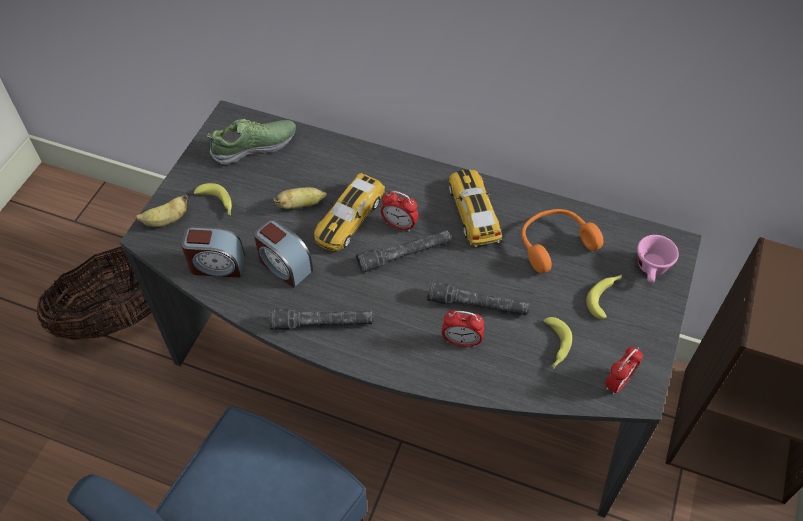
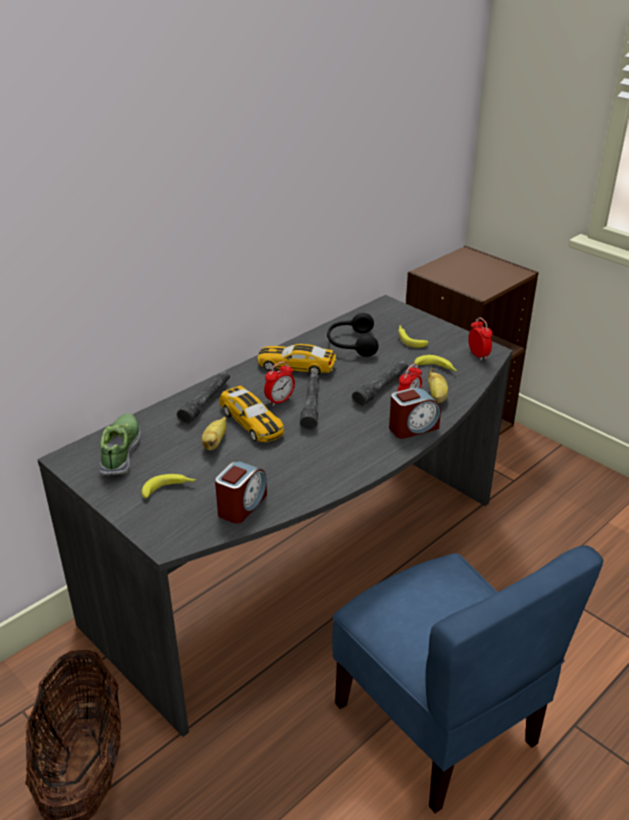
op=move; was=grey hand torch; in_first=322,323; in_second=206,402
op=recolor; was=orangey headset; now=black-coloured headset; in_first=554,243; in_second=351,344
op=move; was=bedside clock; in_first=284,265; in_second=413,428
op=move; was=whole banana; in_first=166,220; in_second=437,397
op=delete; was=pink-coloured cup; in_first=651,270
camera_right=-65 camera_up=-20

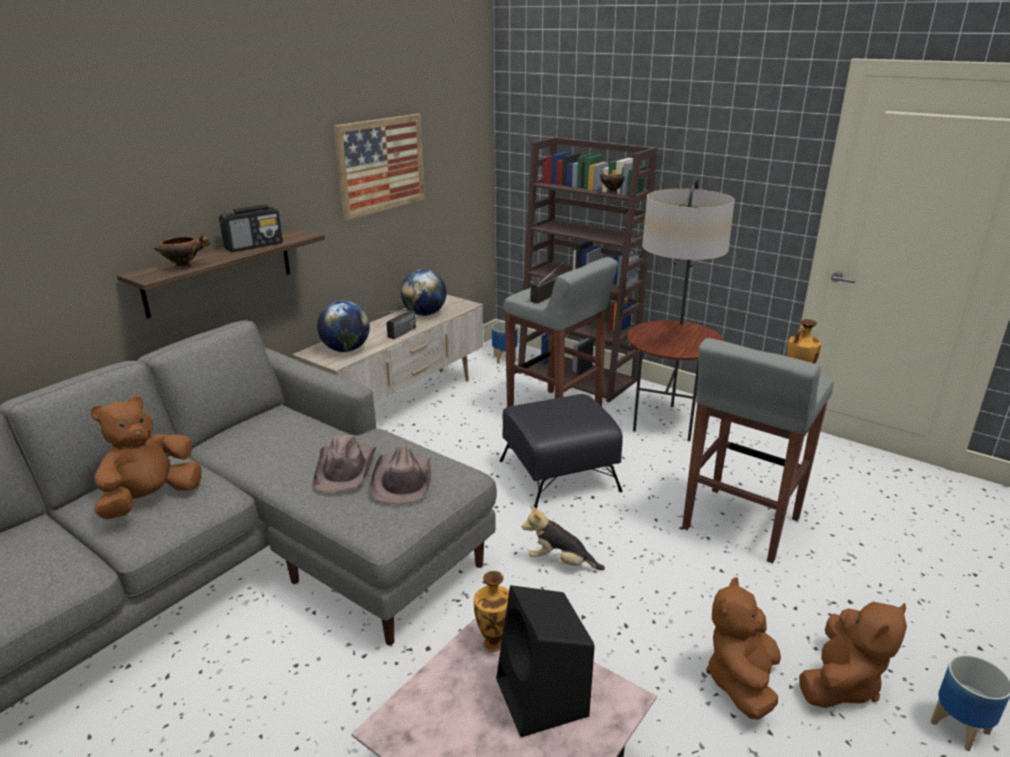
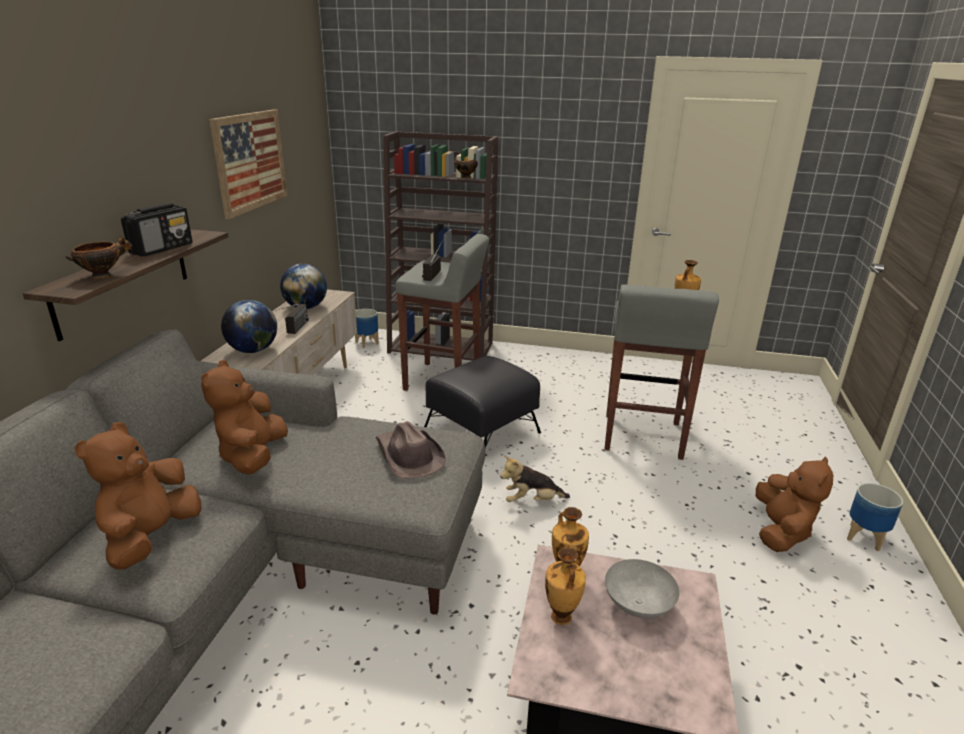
op=move; was=brown soft toy; in_first=741,681; in_second=253,456
op=insert; now=decorative vase; in_second=561,618
op=replace; was=black-coloured audio speaker; now=grey serving bowl; in_first=543,699; in_second=639,605
op=delete; was=brown wearable hat; in_first=346,468
op=delete; was=floor lamp; in_first=666,422
camera_right=-25 camera_up=0

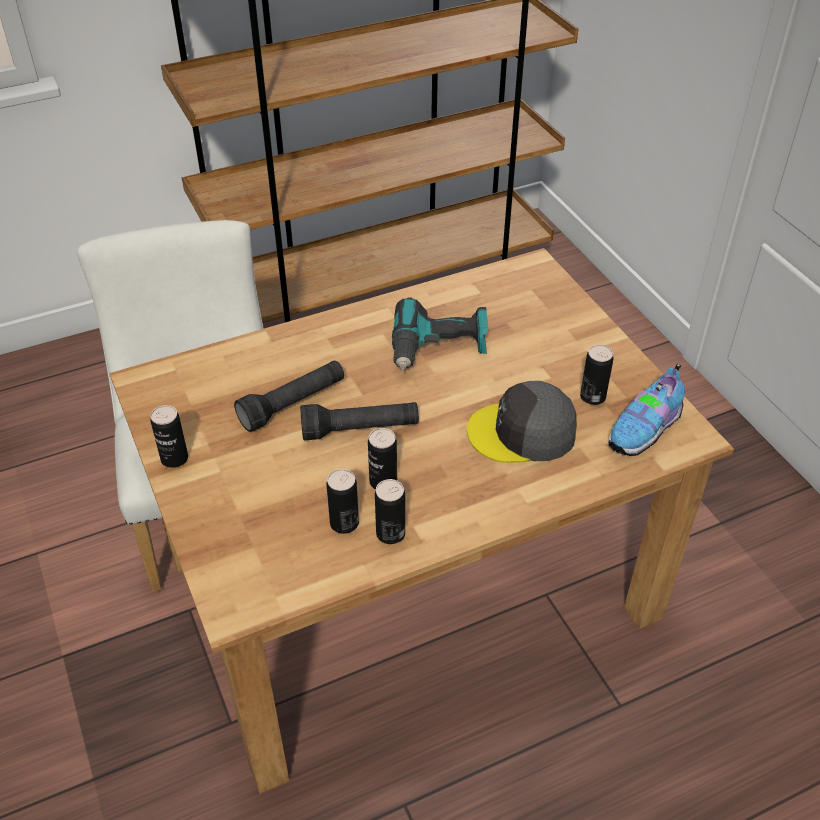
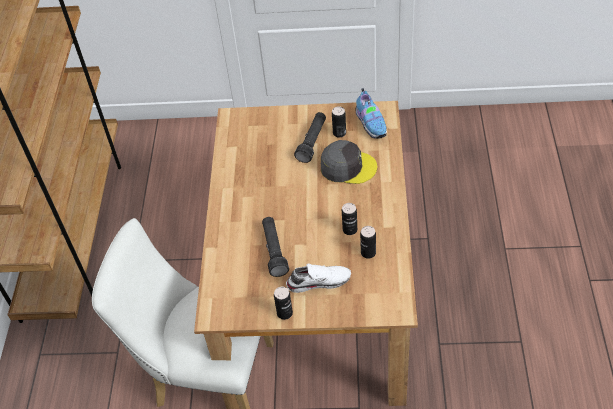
op=insert; now=whitish item of footwear; in_second=318,281
op=move; was=black-coloured hand torch; in_first=360,430; in_second=312,142
op=rotate; was=grey peaked cap; in_first=523,432; in_second=347,167; clockwise=-105
op=delete; was=sealed can; in_first=390,533
op=delete; was=electric drill; in_first=439,348
camera_right=-60 camera_up=5

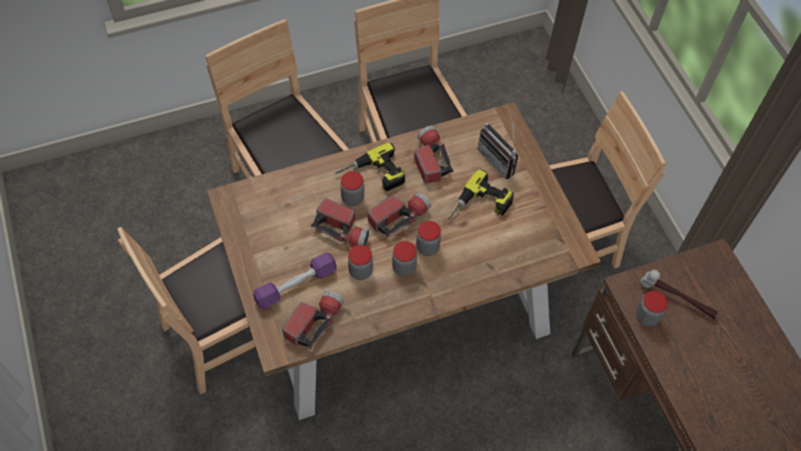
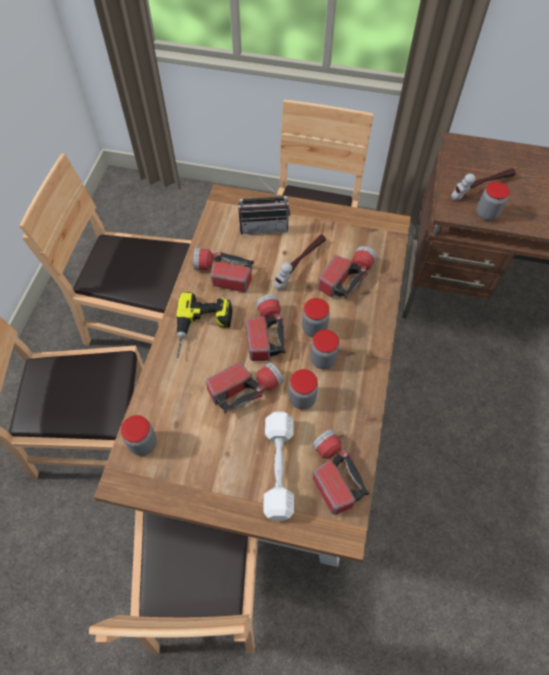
op=move; was=jar; in_first=352,198; in_second=143,444
op=recolor; was=purple hand weight; now=whitish hand weight; in_first=296,285; in_second=279,468
op=replace; was=electric drill; now=hammer; in_first=480,207; in_second=300,266
op=insert; now=hand torch; in_second=346,277
camera_right=-55 camera_up=0

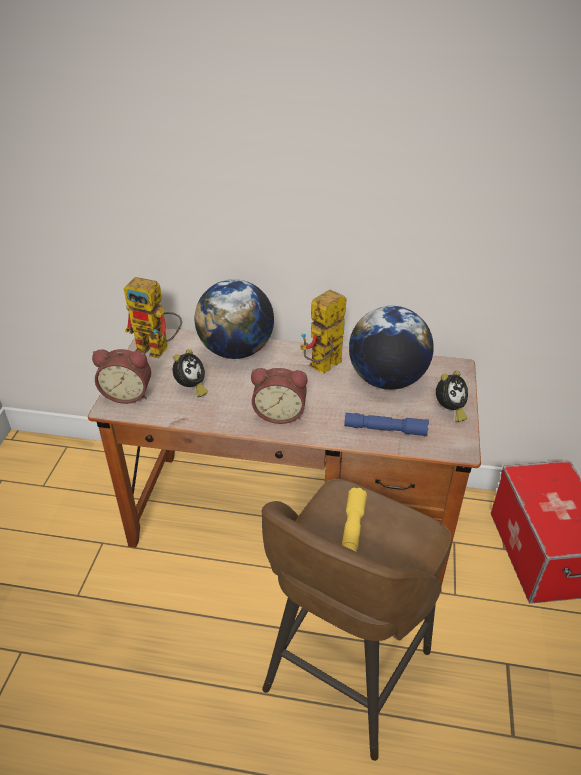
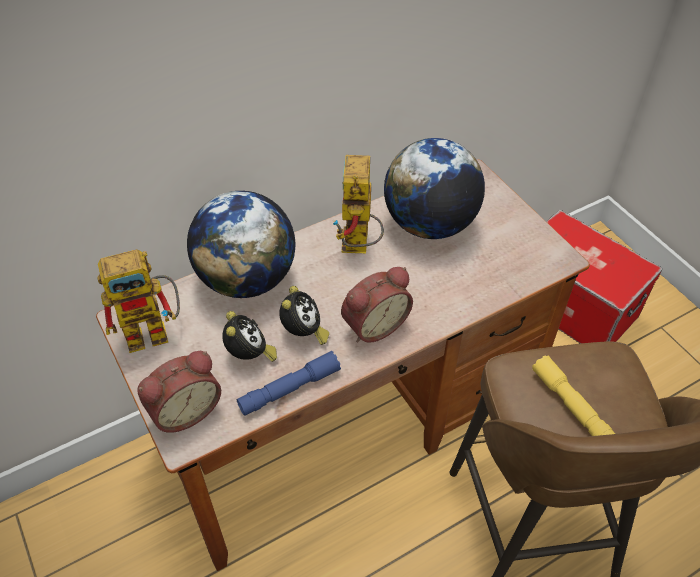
op=move; was=blue hand torch; in_first=385,429; in_second=289,389
op=move; was=bedside clock; in_first=449,410; in_second=303,333
camera_right=-40 camera_up=10

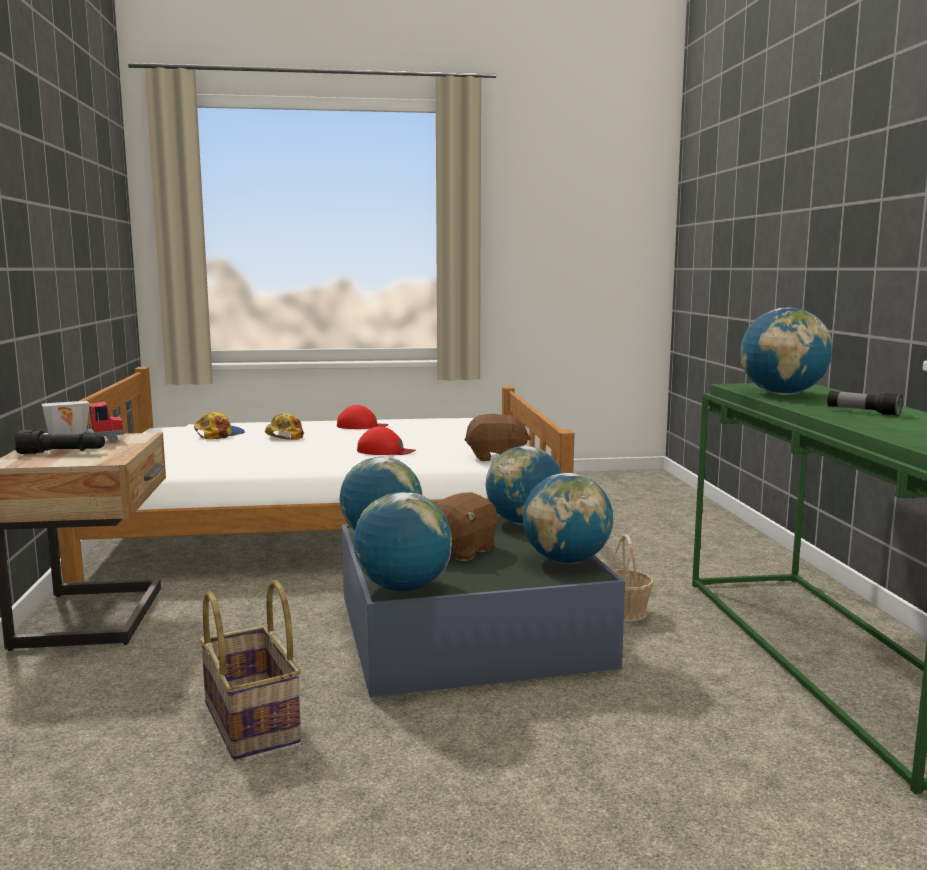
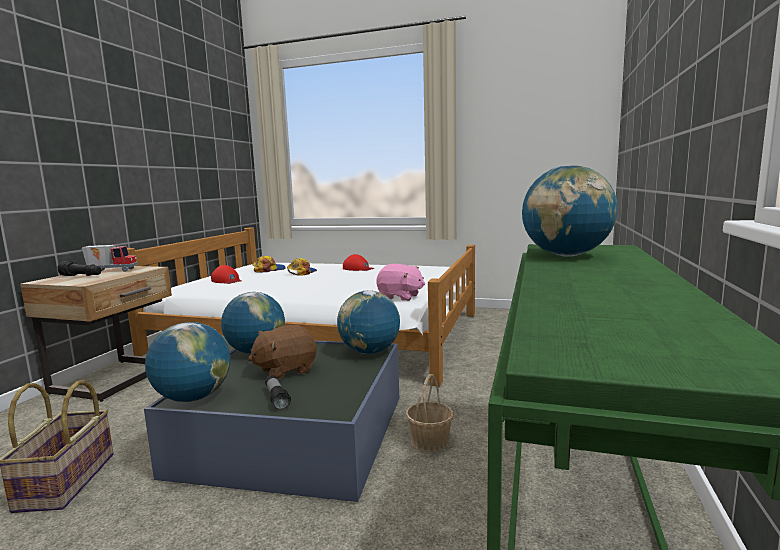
op=move; was=reddish peaked cap; in_first=385,451; in_second=227,280
op=move; was=hand torch; in_first=863,412; in_second=277,398
op=recolor; was=brown soft toy; now=pink-coloured soft toy; in_first=496,457; in_second=400,297
op=delete; was=globe; in_first=566,561
camera_right=25 camera_up=0

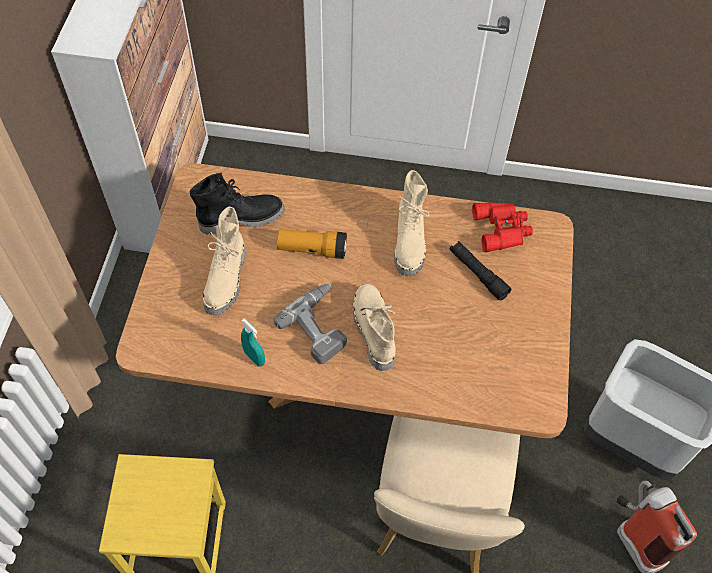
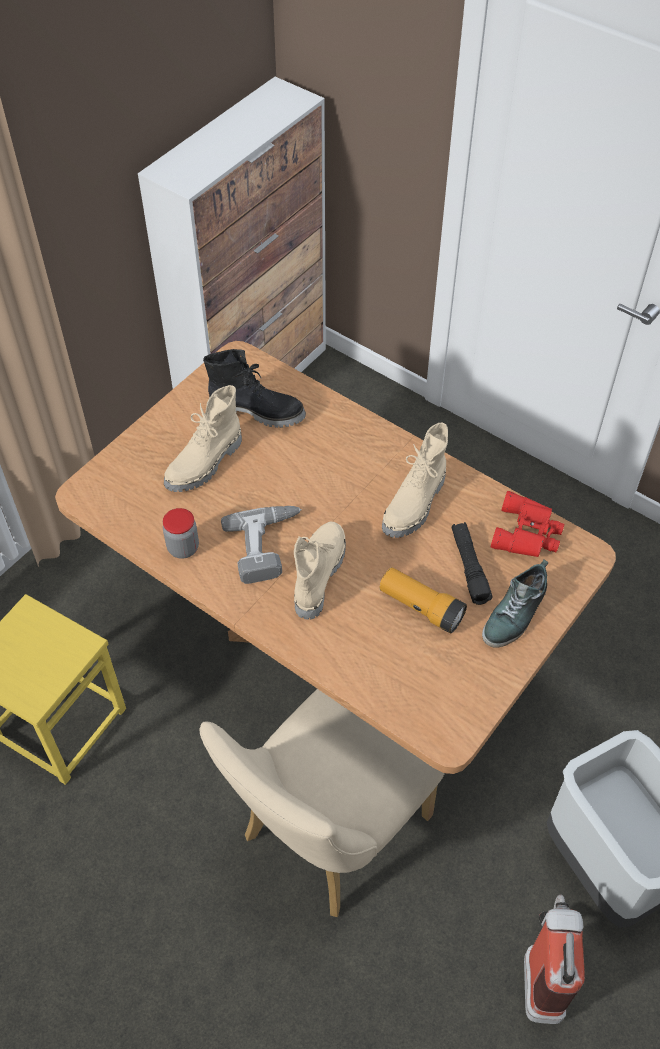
op=replace; was=turquoise spray bottle; now=jar; in_first=254,357; in_second=183,548
op=move; was=hand torch; in_first=312,250; in_second=421,607
op=insert; now=item of footwear; in_second=515,614
camera_right=30 camera_up=-5

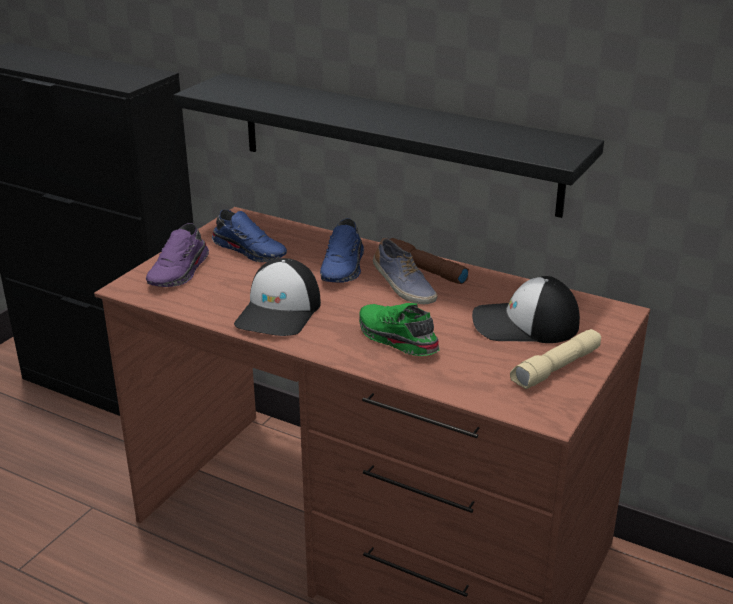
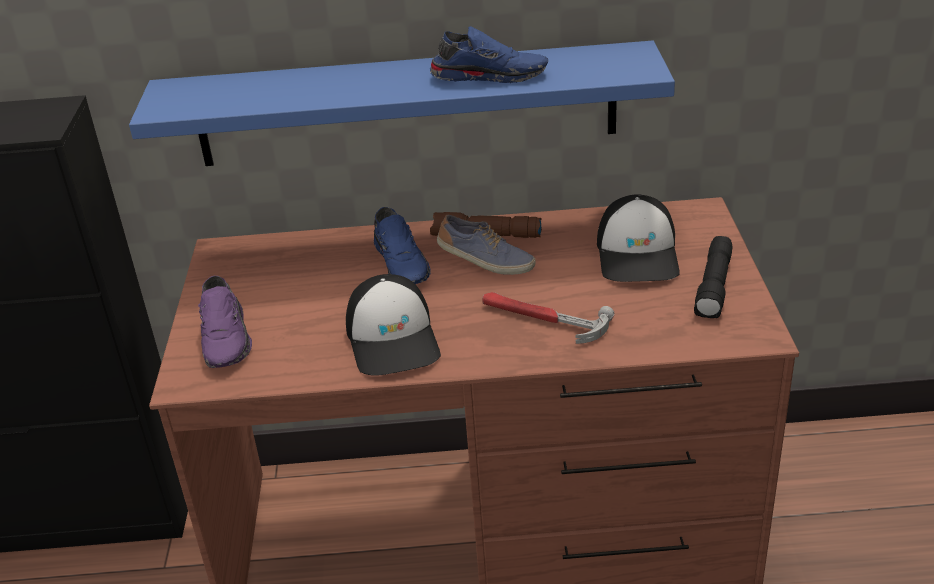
op=recolor; was=black-coloured shelf; now=blue shelf; in_first=395,142; in_second=406,105
op=move; was=blue item of footwear; in_first=251,250; in_second=489,75
op=replace; was=green item of footwear; now=hammer; in_first=395,339; in_second=542,319
op=rotate; was=peaked cap; in_first=524,324; in_second=638,255; clockwise=-60
op=recolor; was=sand-coloured hand torch; now=black-coloured hand torch; in_first=556,369; in_second=715,287
camera_right=-30 camera_up=5

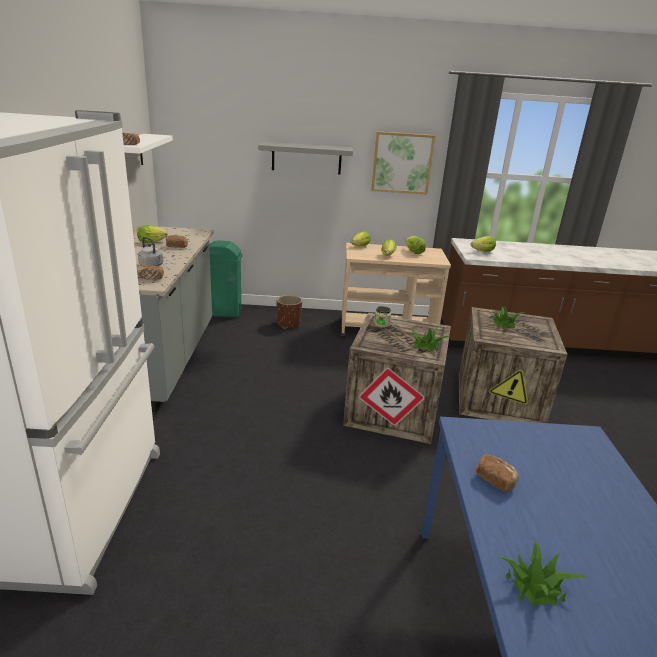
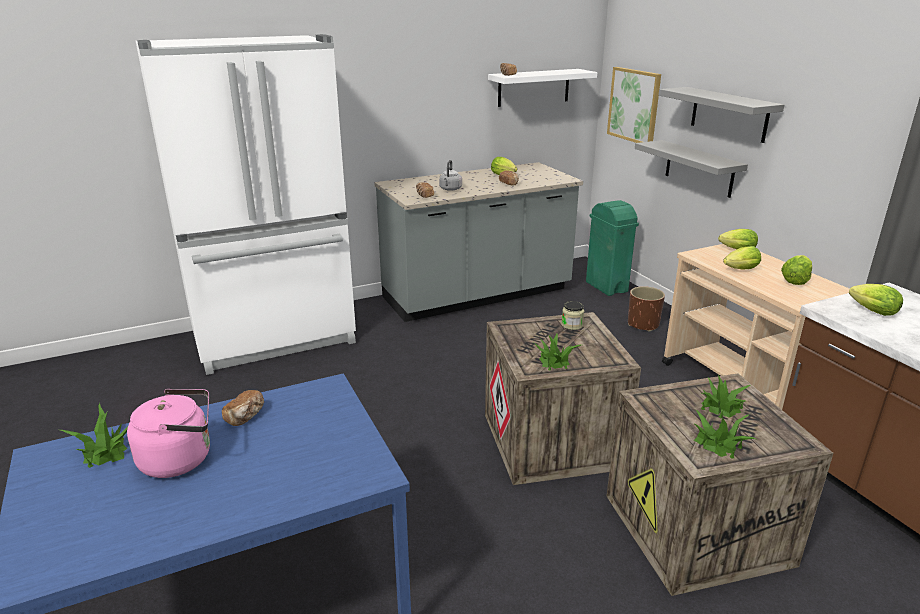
op=insert; now=pink-coloured water kettle; in_second=181,459
op=move; was=wall picture; in_first=402,163; in_second=634,105
op=insert; now=grey shelf; in_second=699,168
op=insert; now=plant in a pot; in_second=718,444
camera_right=65 camera_up=0

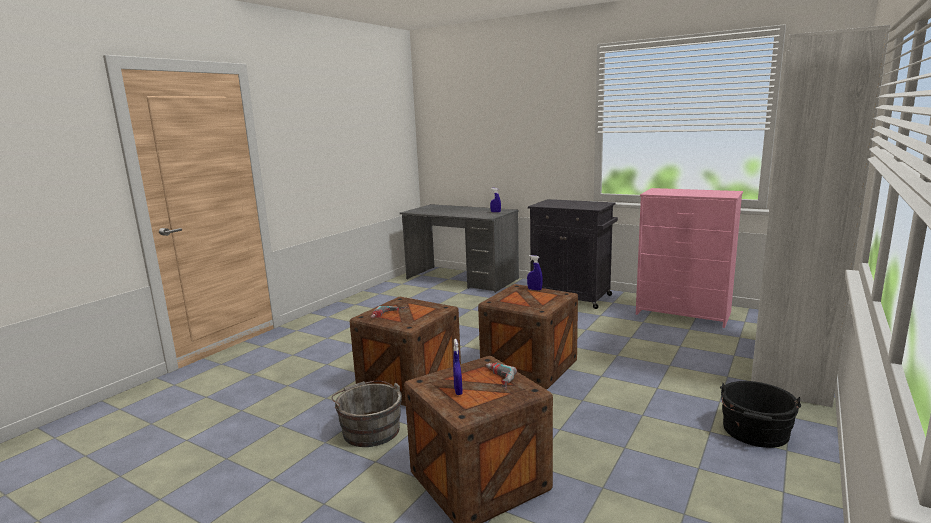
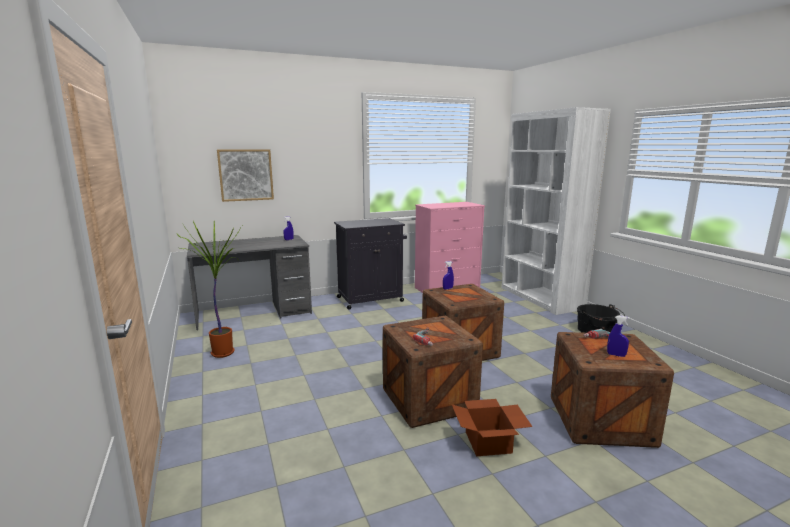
op=insert; now=plant in a pot; in_second=221,353
op=insert; now=wall picture; in_second=246,175
op=replace; was=grey pail; now=cardboard box; in_first=369,429; in_second=489,443
camera_right=-55 camera_up=0

